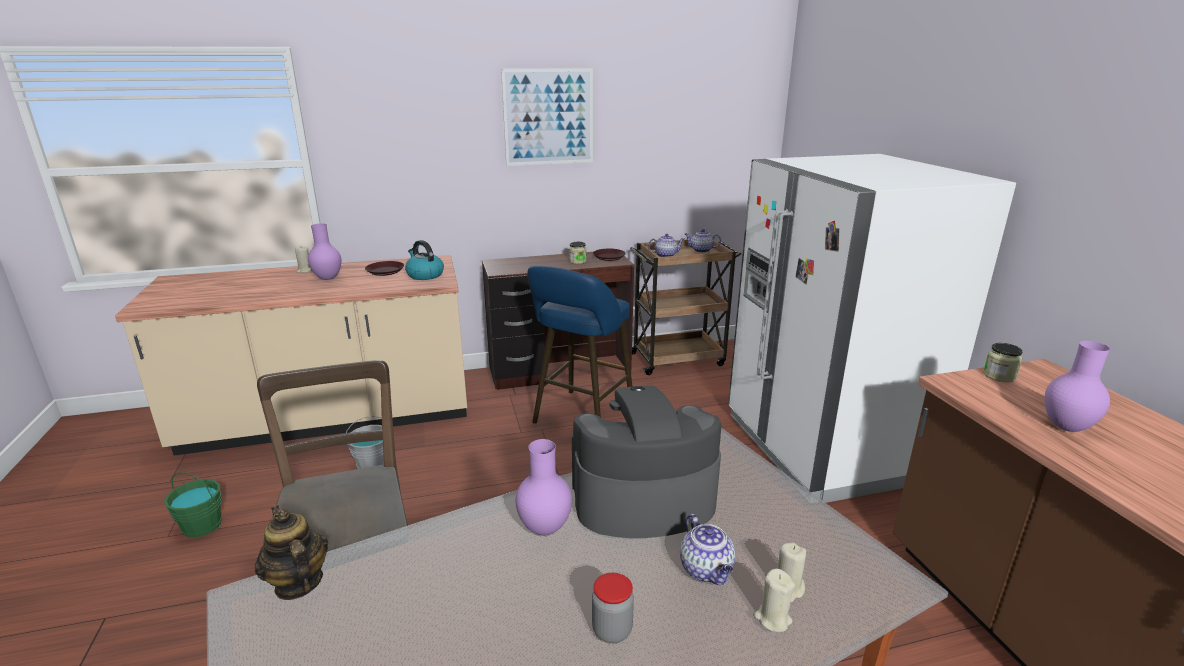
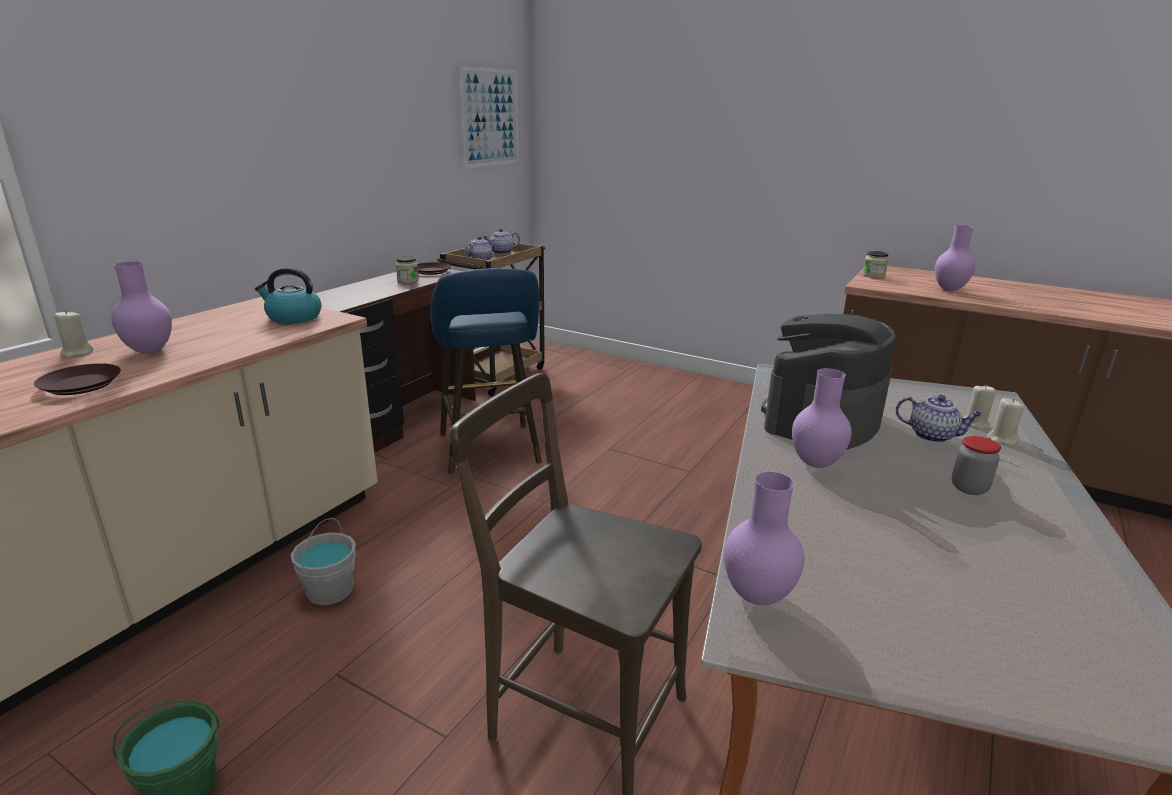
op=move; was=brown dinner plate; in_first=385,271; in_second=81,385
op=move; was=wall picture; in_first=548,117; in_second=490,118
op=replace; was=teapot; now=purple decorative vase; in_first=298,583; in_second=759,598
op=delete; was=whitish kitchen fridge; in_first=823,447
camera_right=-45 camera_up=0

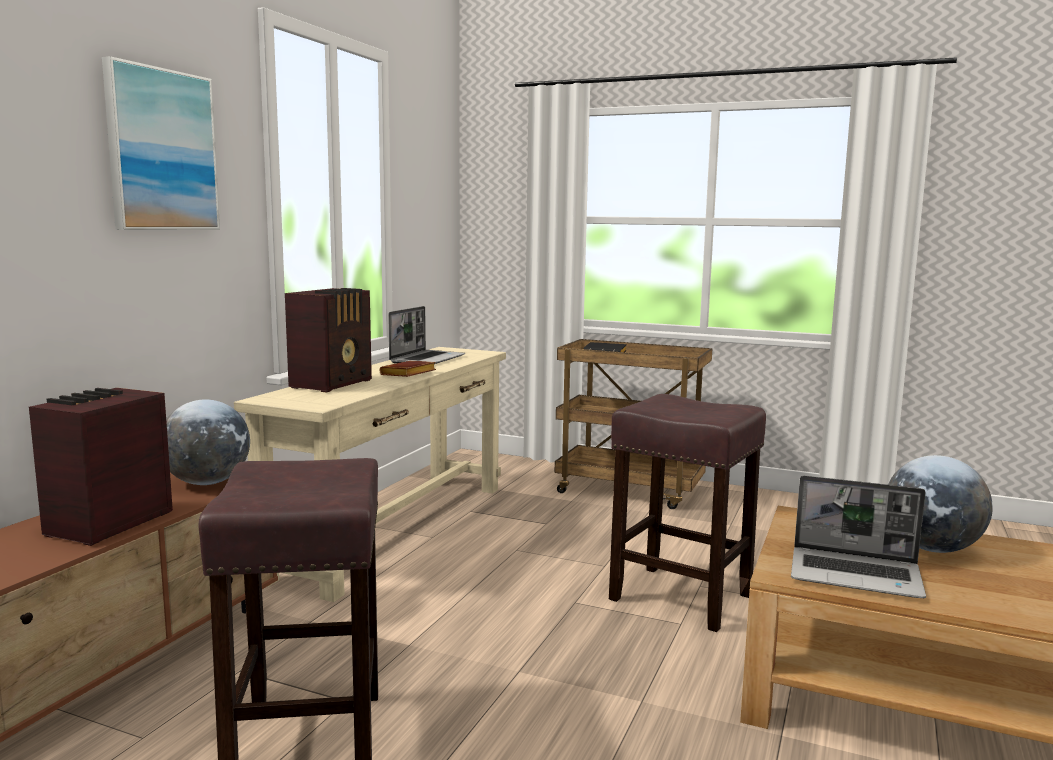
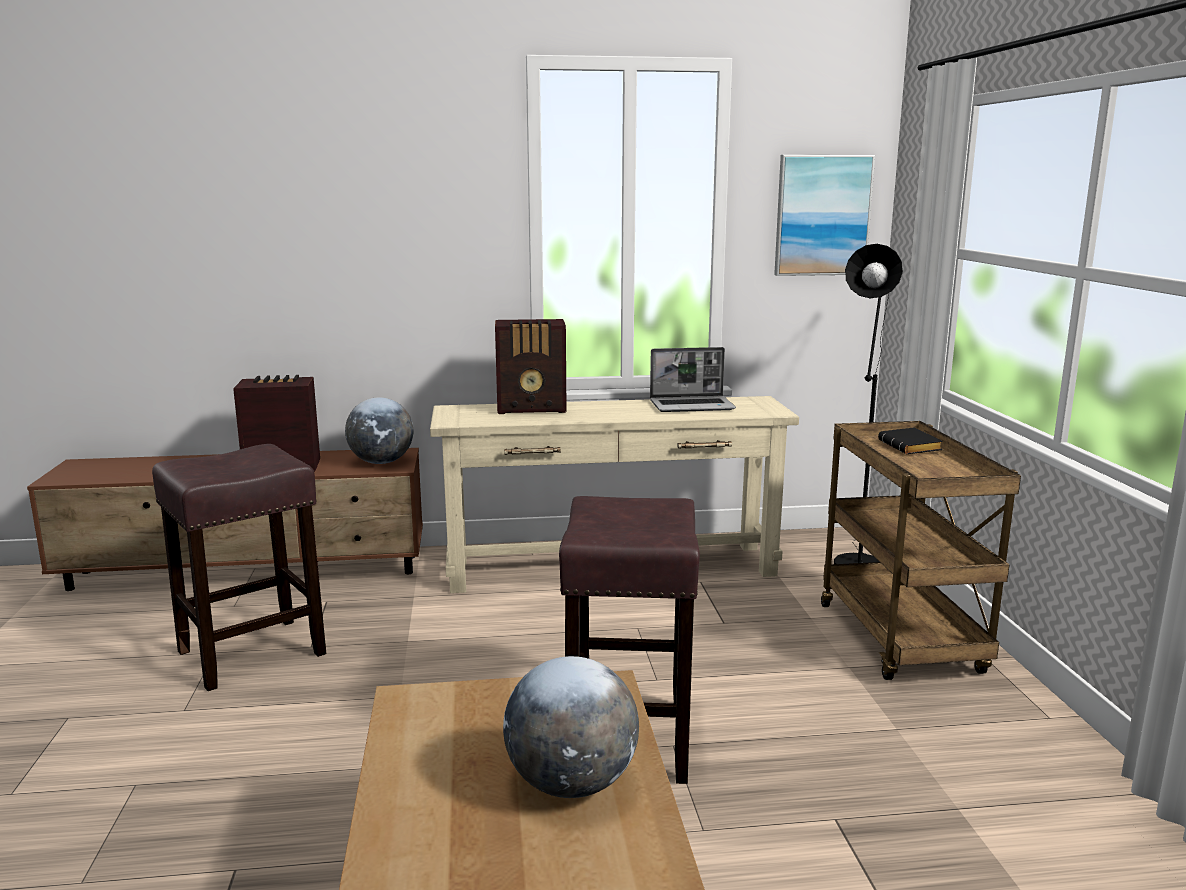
op=move; was=wall picture; in_first=161,150; in_second=822,215
op=insert; now=black-coloured floor lamp; in_second=858,561
op=delete; was=brown book; in_first=408,374
op=delete; was=notebook computer; in_first=857,575
camera_right=60 camera_up=5

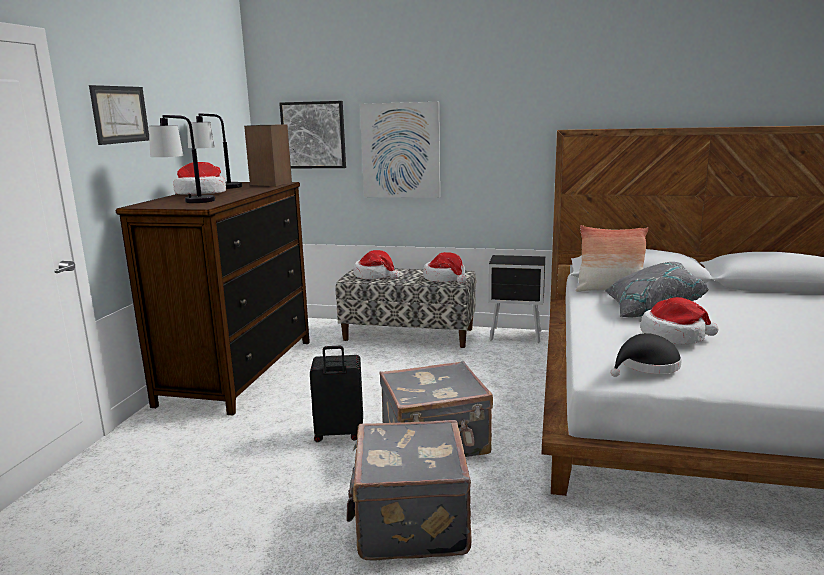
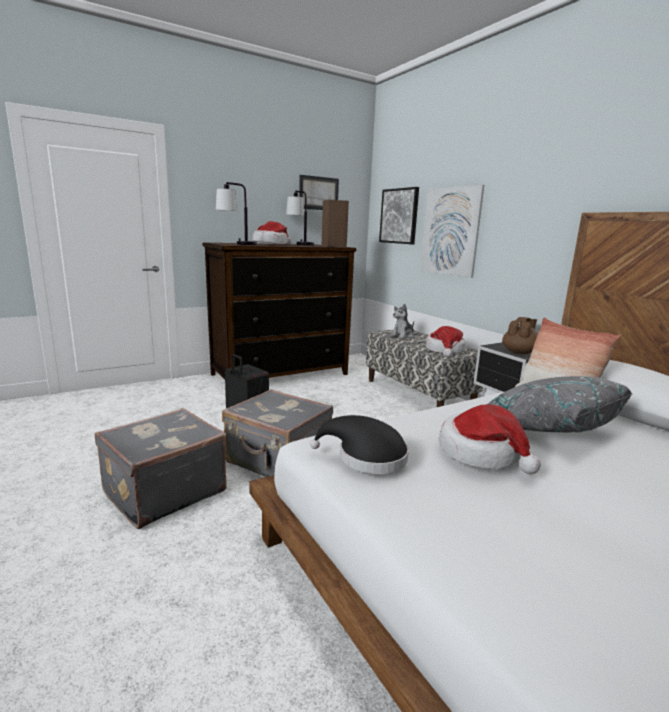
op=move; was=wall picture; in_first=120,114; in_second=318,193
op=replace; was=wearable hat; now=soft toy; in_first=375,276; in_second=402,336
op=insert; now=brown teapot; in_second=520,352
camera_right=45 camera_up=0

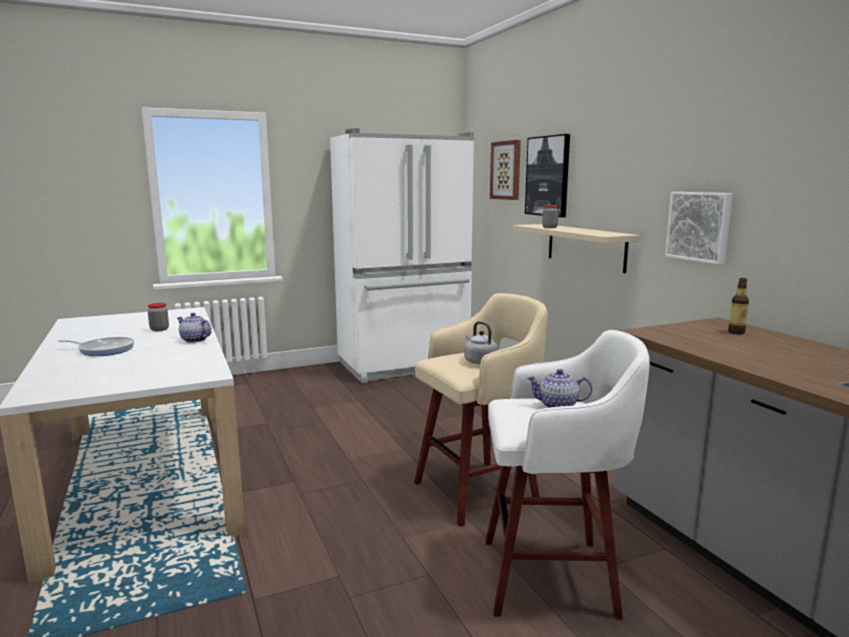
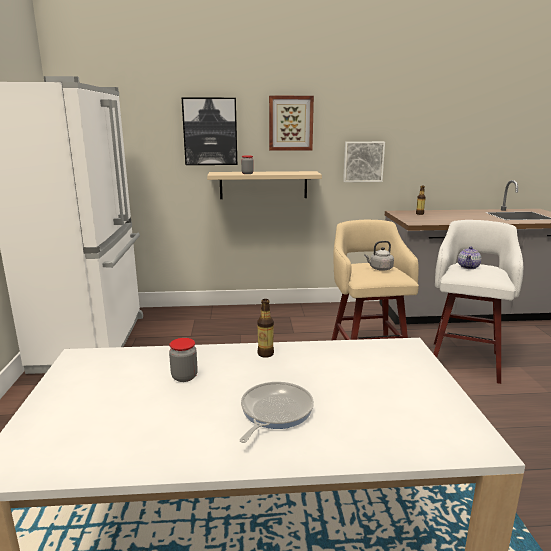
op=replace; was=teapot; now=drink bottle; in_first=194,340; in_second=265,354
op=move; was=wall picture; in_first=506,170; in_second=290,123
camera_right=-70 camera_up=5

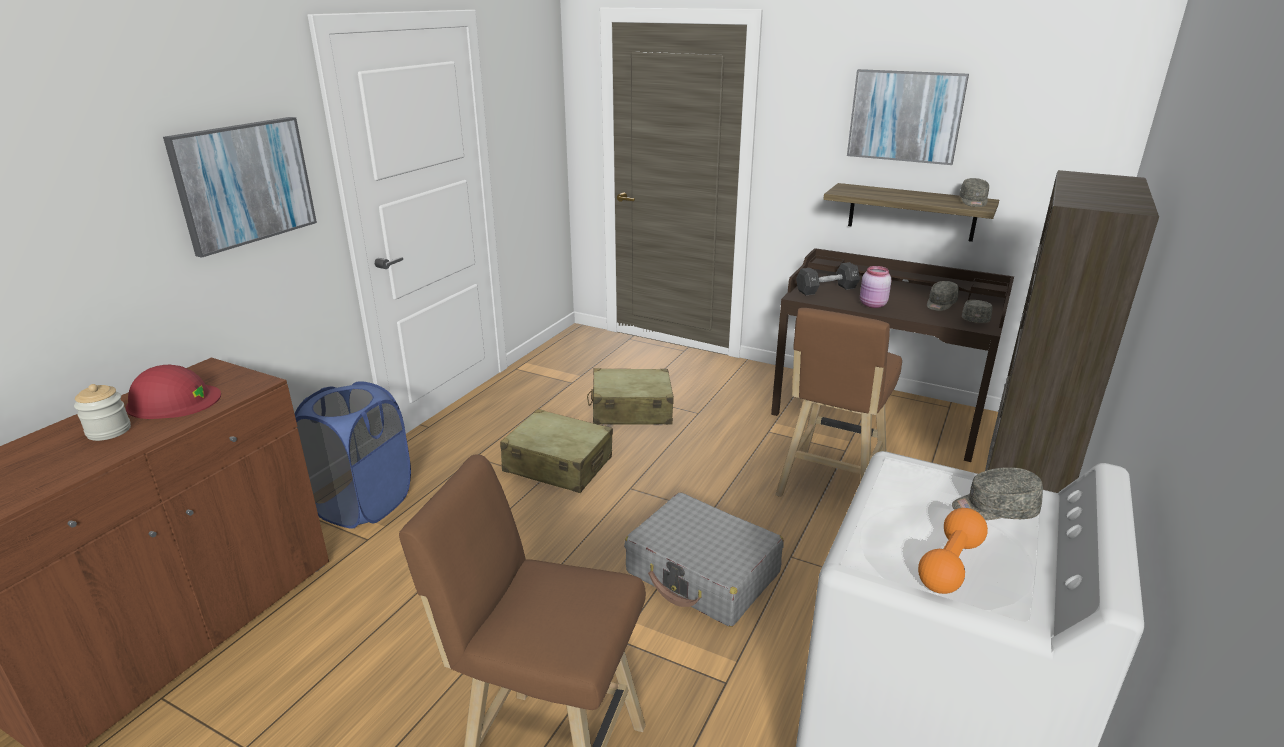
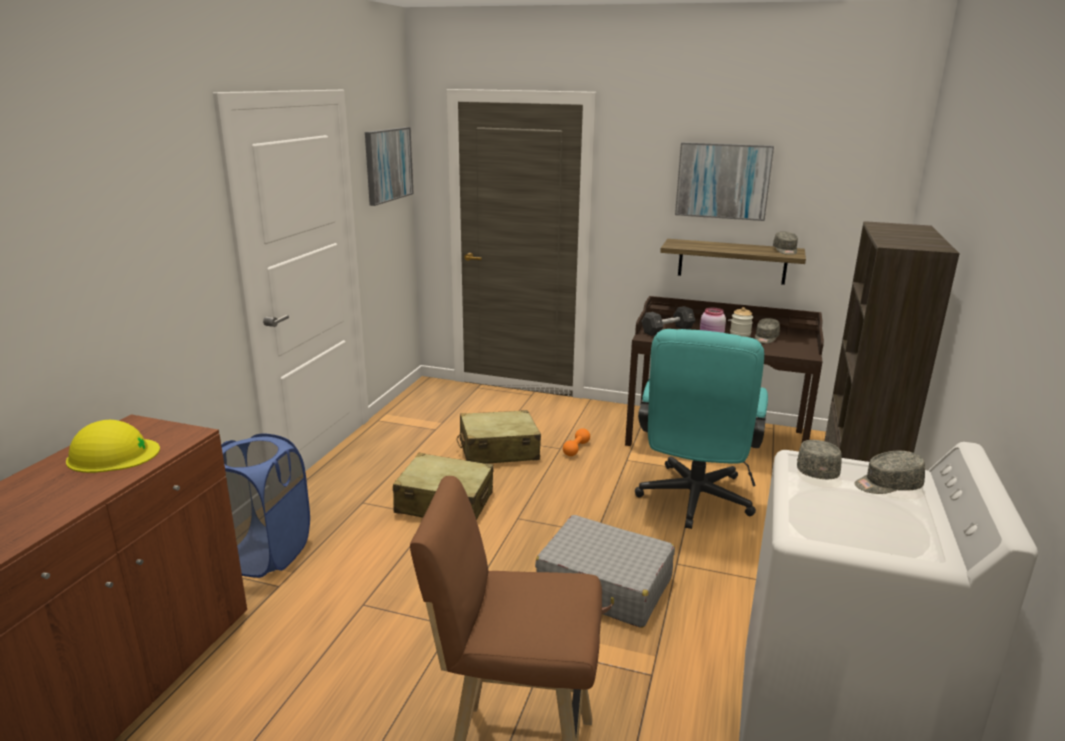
op=recolor; was=reddish safety helmet; now=yellow-coloured safety helmet; in_first=173,401; in_second=113,455
op=move; was=wall picture; in_first=244,183; in_second=388,165
op=move; was=orangey hand weight; in_first=950,565; in_second=576,449
op=replace; was=brown stool seat; now=turquoise computer chair; in_first=830,487; in_second=693,502
op=move; was=jar; in_first=109,431; in_second=740,334
op=move; was=grey peaked cap; in_first=975,319; in_second=816,469
camera_right=-10 camera_up=-5

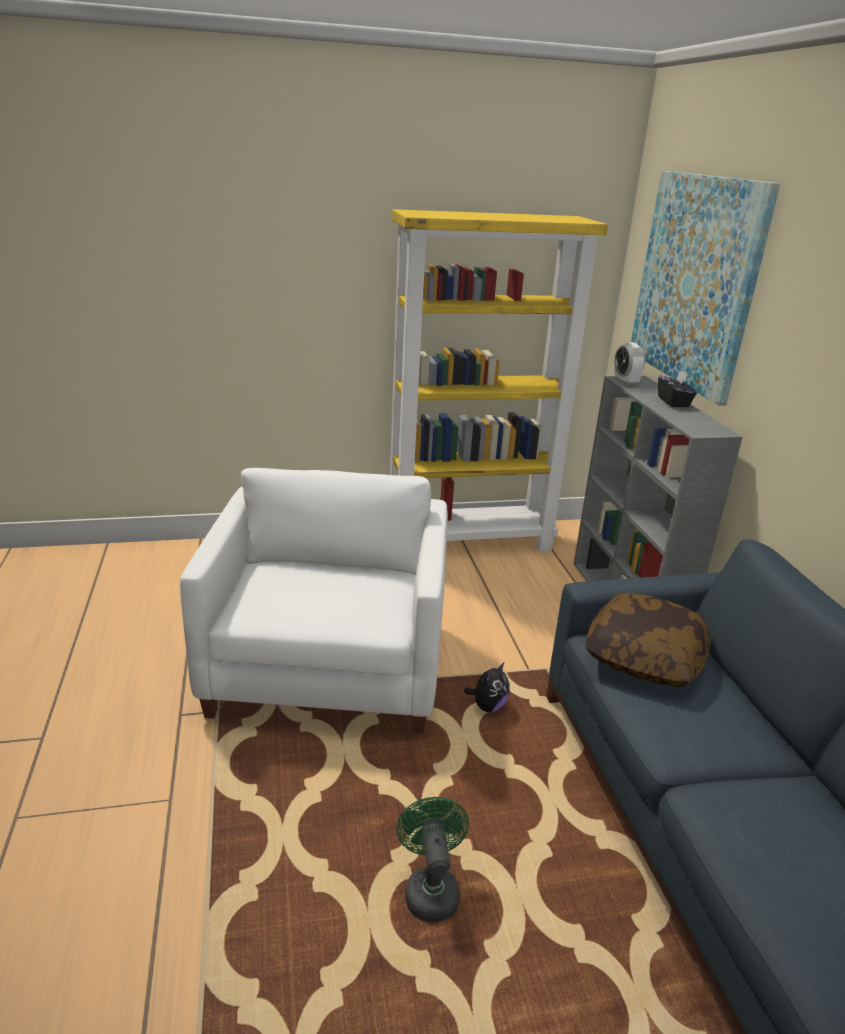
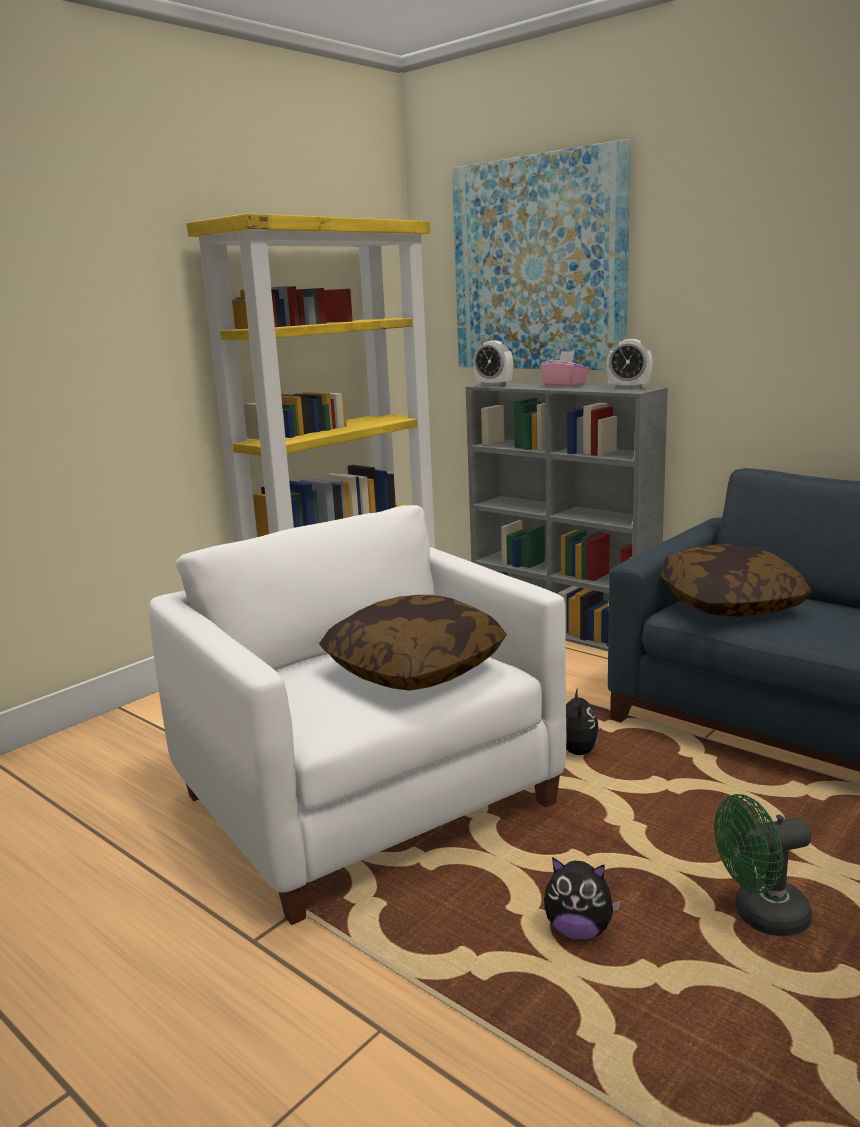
op=insert; now=cushion; in_second=415,669
op=recolor; was=black-coloured tissue box; now=pink-coloured tissue box; in_first=673,402; in_second=565,385
op=insert; now=soft toy; in_second=579,930
op=insert; now=bedside clock; in_second=629,388
op=rotate; was=green fan; in_first=430,888; in_second=761,917; clockwise=-60
camera_right=-35 camera_up=-10

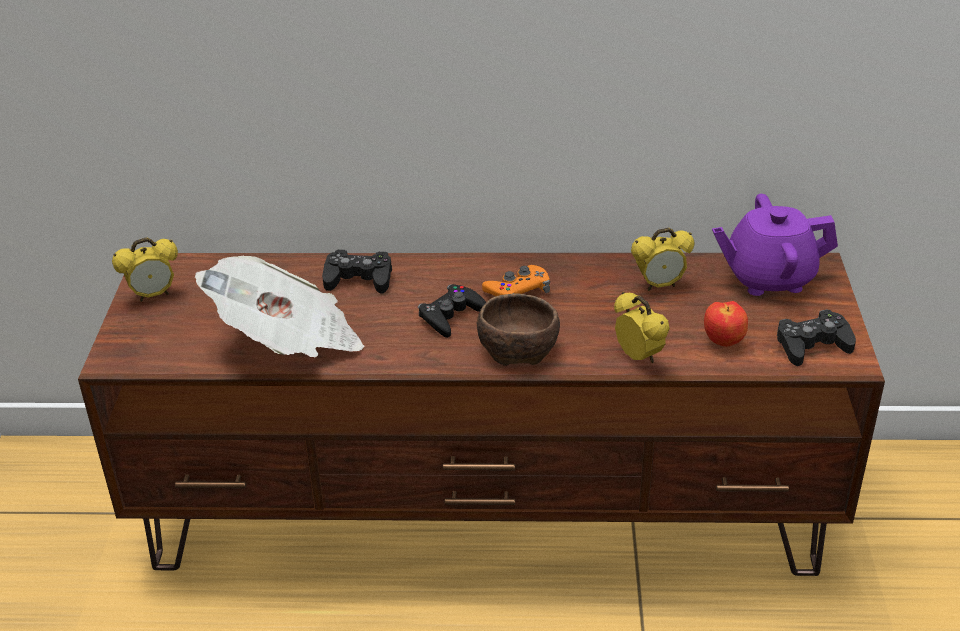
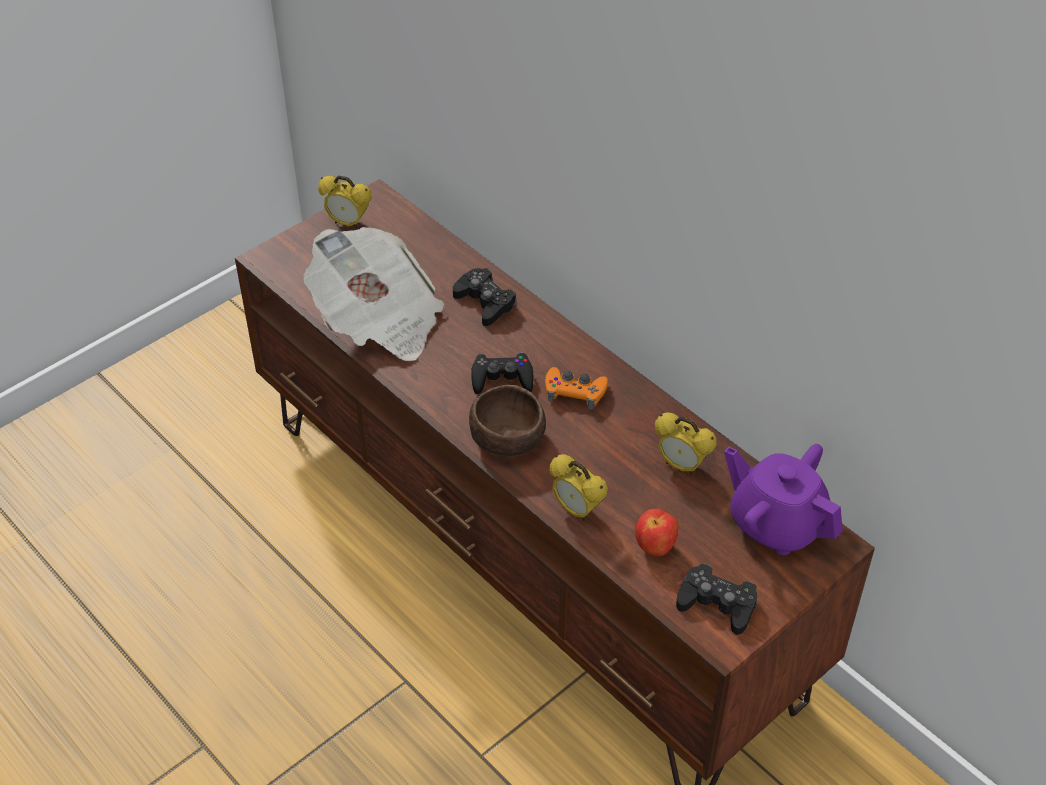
op=rotate; was=bedside clock; in_first=638,357; in_second=577,510; clockwise=120
camera_right=45 camera_up=10

